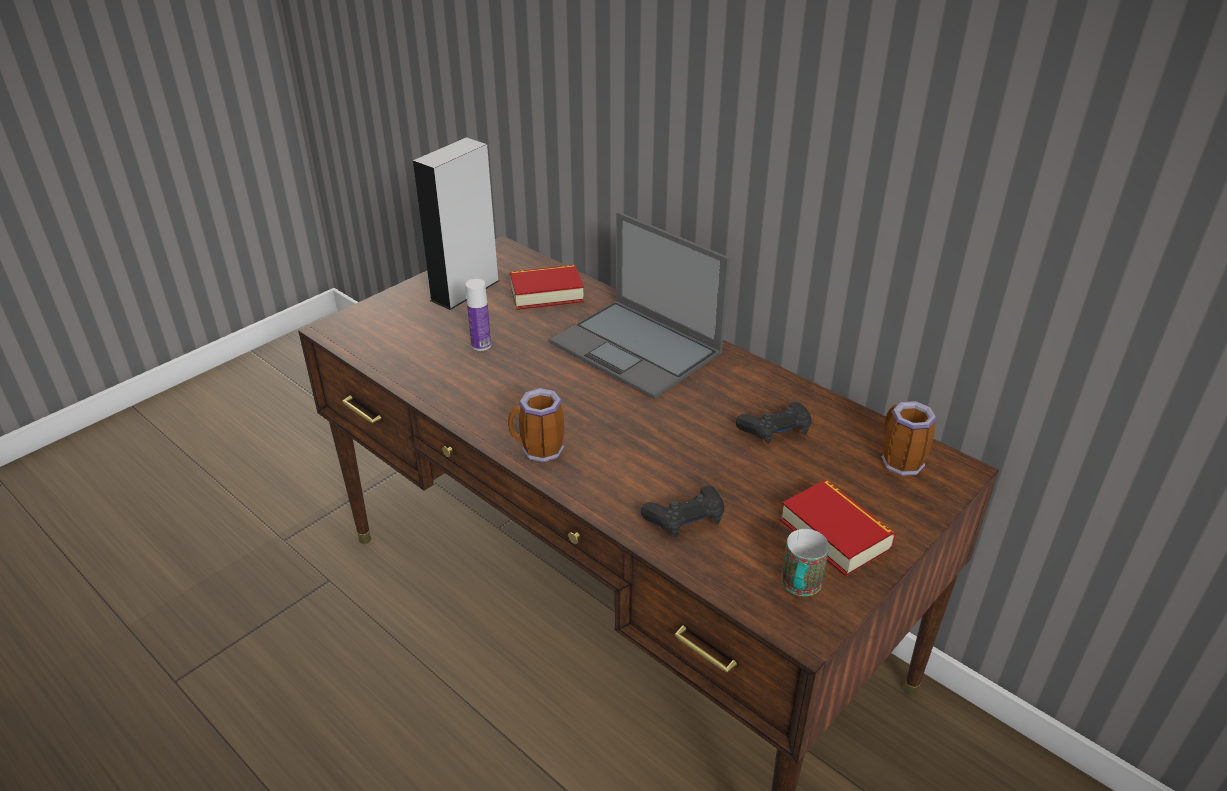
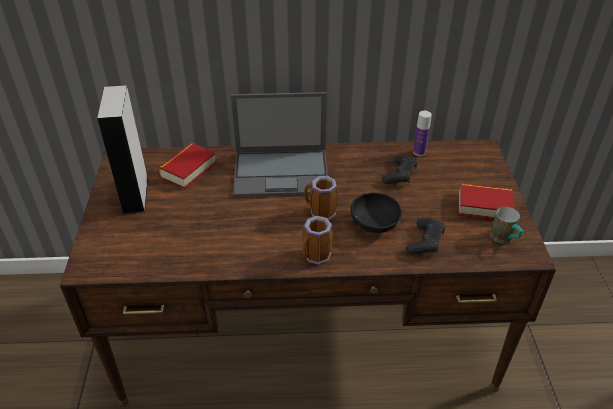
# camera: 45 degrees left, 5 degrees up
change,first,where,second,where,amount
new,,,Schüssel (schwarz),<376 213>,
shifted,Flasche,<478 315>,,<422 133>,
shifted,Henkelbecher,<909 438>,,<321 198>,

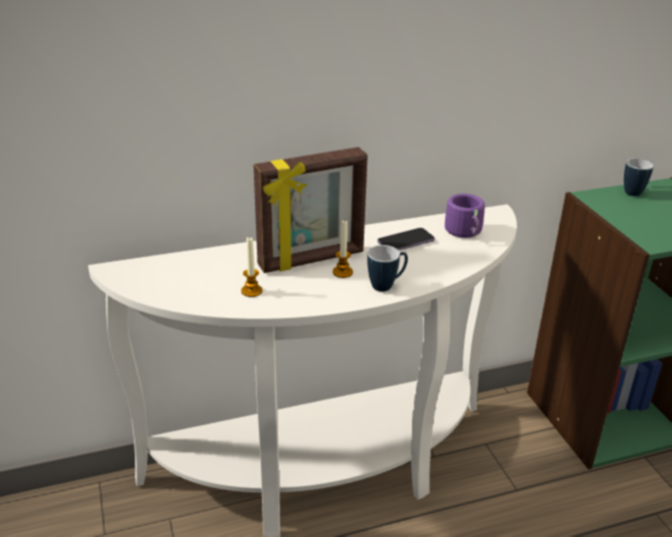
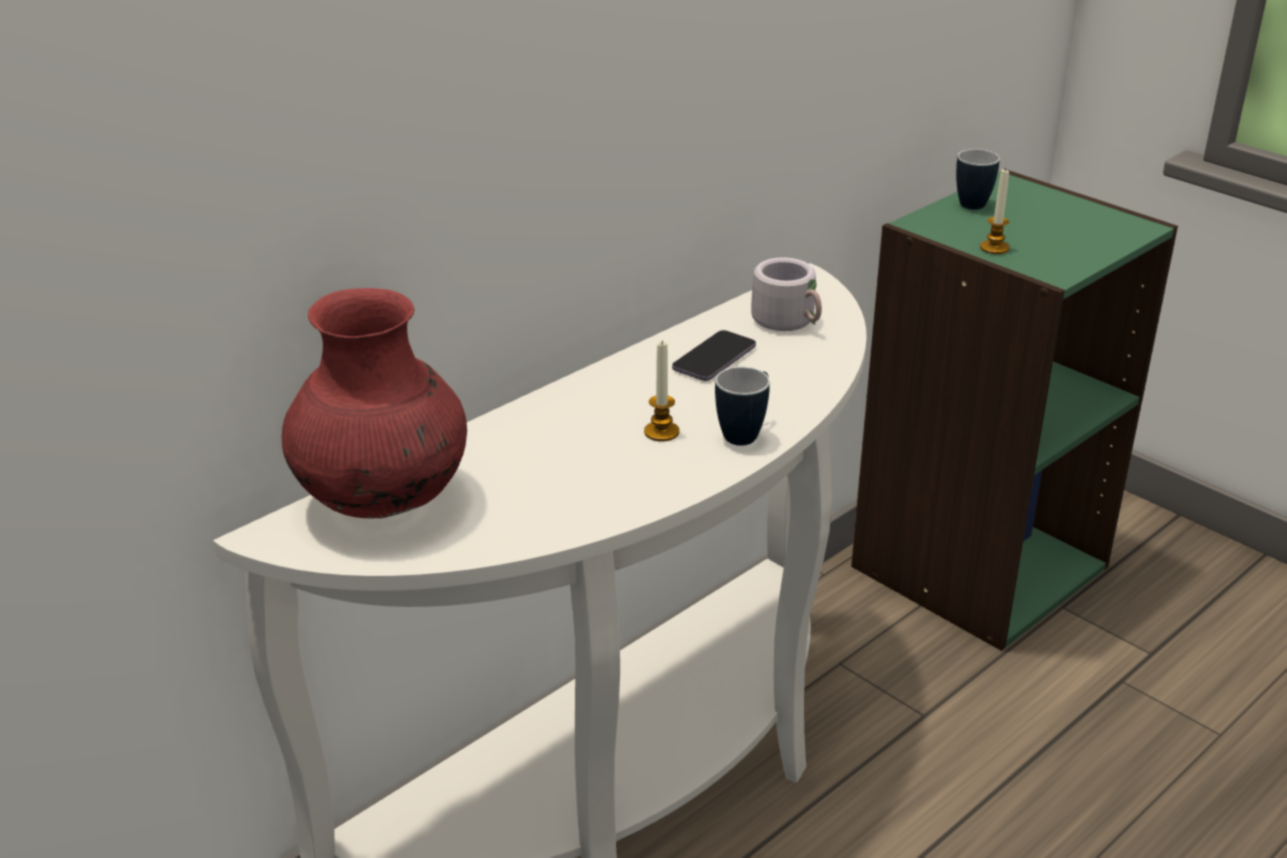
# camera: 25 degrees left, 0 degrees up
change,first,where,second,where,amount
gone,Bilderrahmen,<311 210>,,,
new,,,Vase (rot),<374 403>,
shifted,Kerze,<251 266>,,<994 211>,
repainted,Henkelbecher (lila),<465 216>,Henkelbecher (grau),<786 294>,

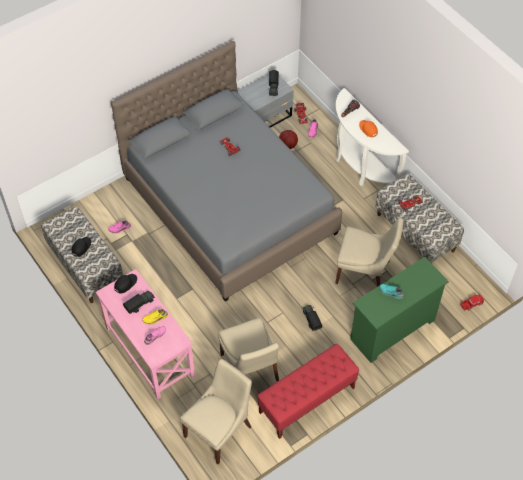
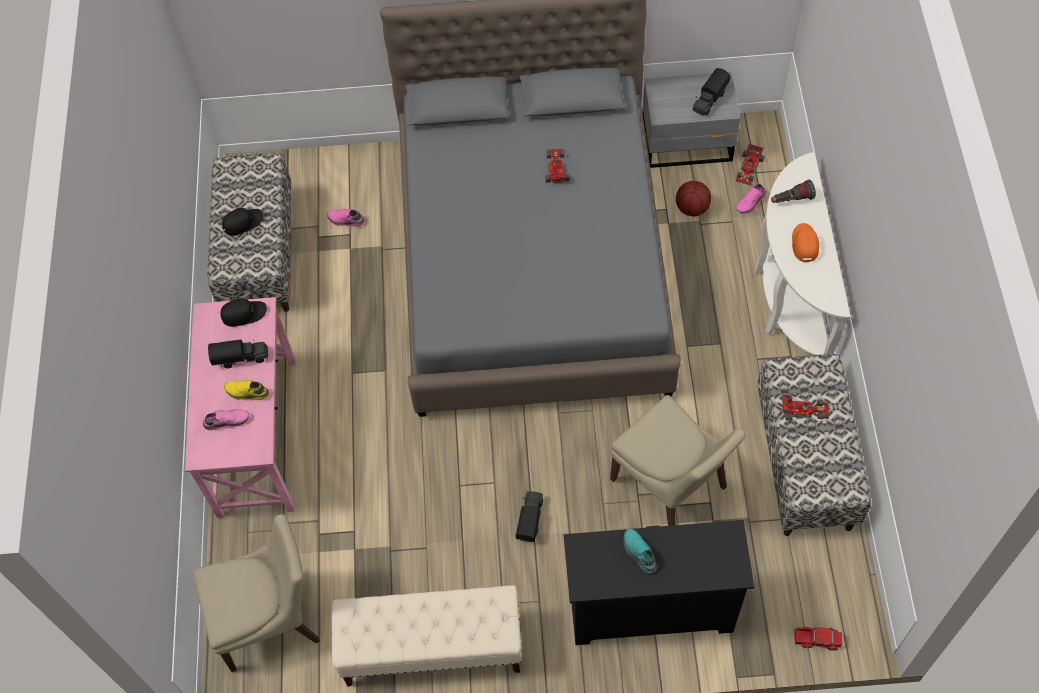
# camera: 35 degrees right, 5 degrees up
change,first,where,second,where,amount
gone,Stuhl (beige),<248 349>,,,
repainted,Bank (rot),<308 391>,Bank (beige),<427 635>,
repainted,Kommode (grün),<399 310>,Kommode (schwarz),<659 582>,

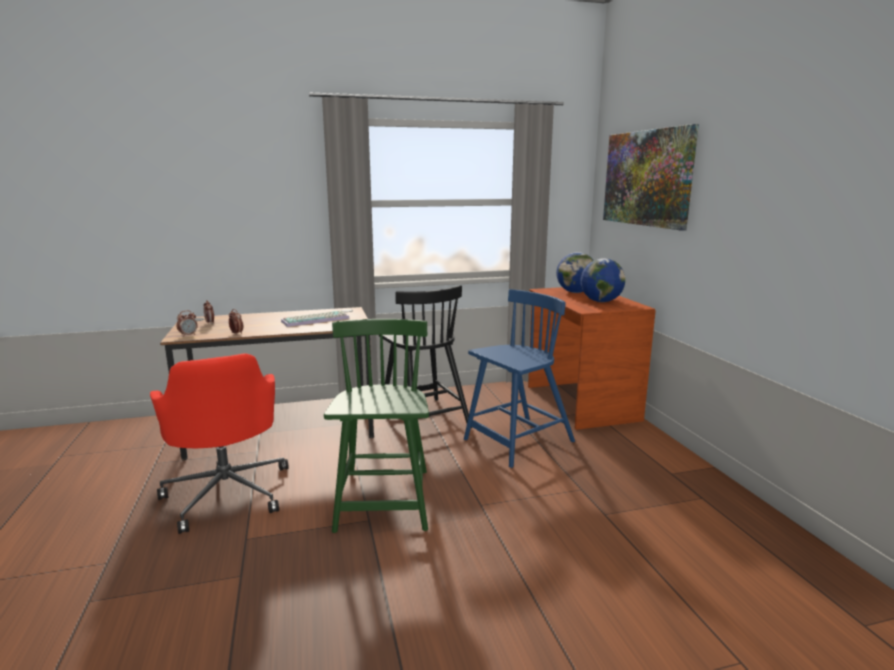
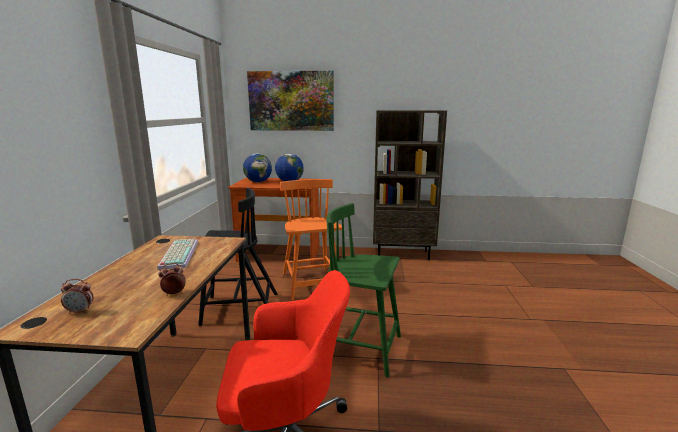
# camera: 70 degrees left, 0 degrees up
change,first,where,second,where,amount
gone,Wecker,<187 323>,,,
new,,,Bücherregal (braun),<410 185>,
repainted,Stuhl (blau),<519 378>,Stuhl (orange),<311 239>,

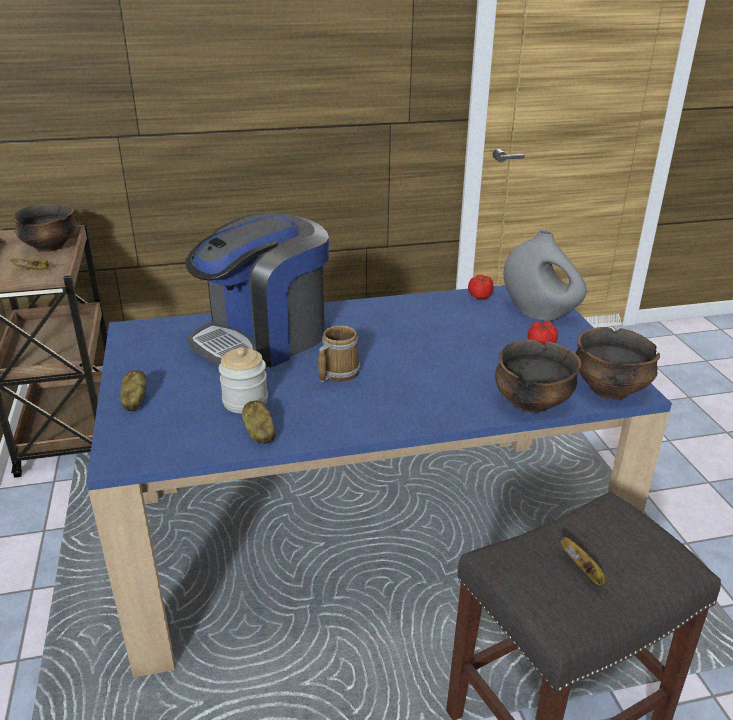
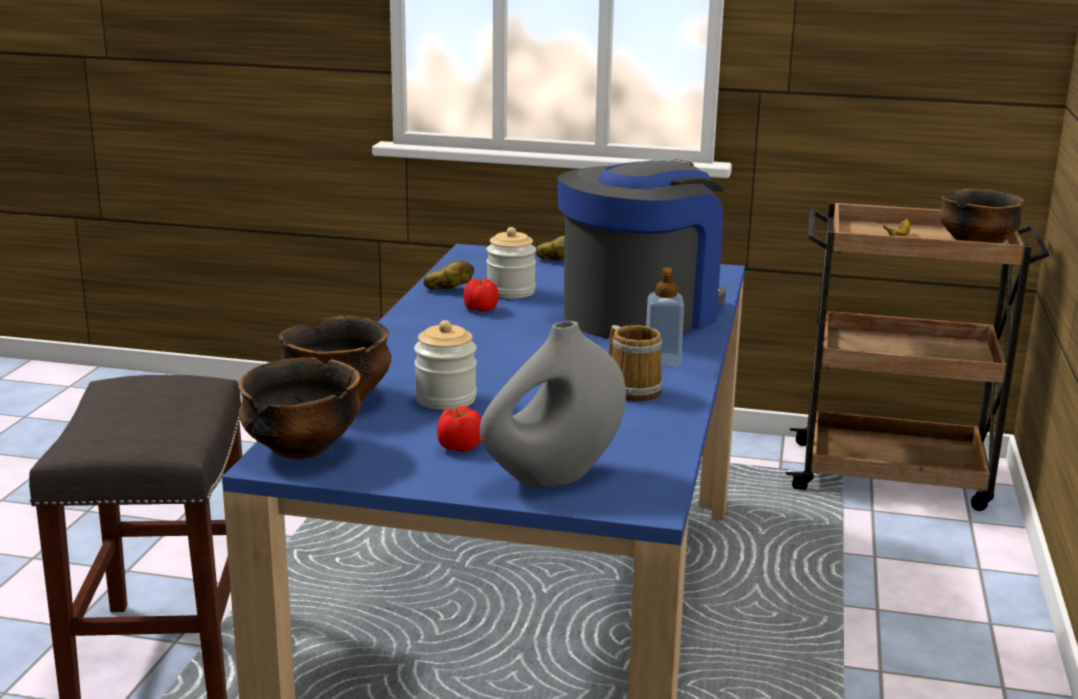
# camera: 115 degrees right, 10 degrees down
change,first,where,second,where,amount
gone,Banane,<583 561>,,,
new,,,Vorratsglas,<445 365>,
new,,,Seifenspender,<665 316>,
shifted,Henkelbecher,<339 354>,,<636 363>,
shifted,Tomate,<480 286>,,<480 295>,
rotated,Kaffeemaschine,<257 290>,,<642 249>,60 degrees clockwise

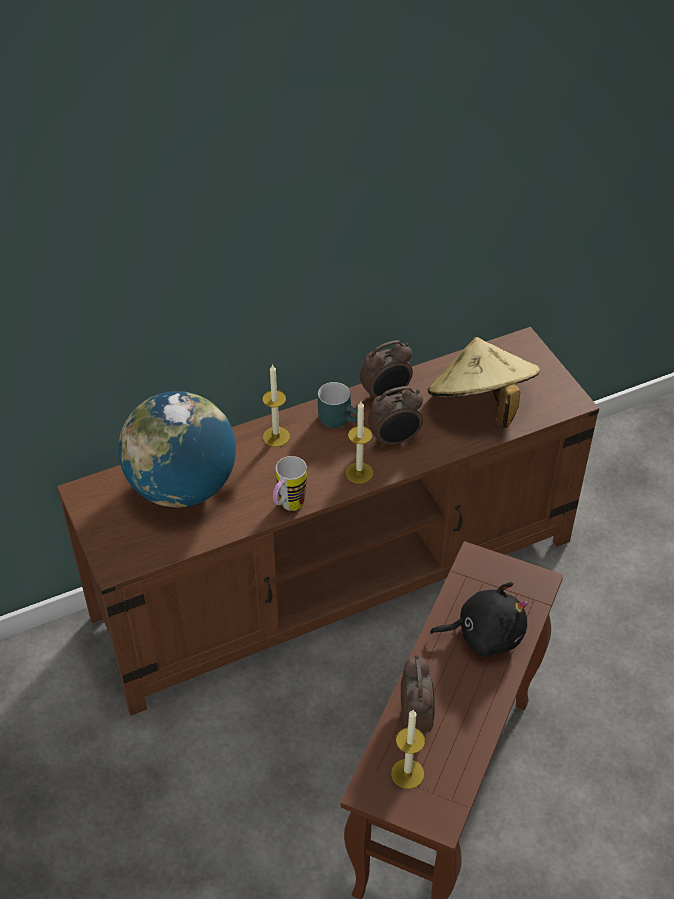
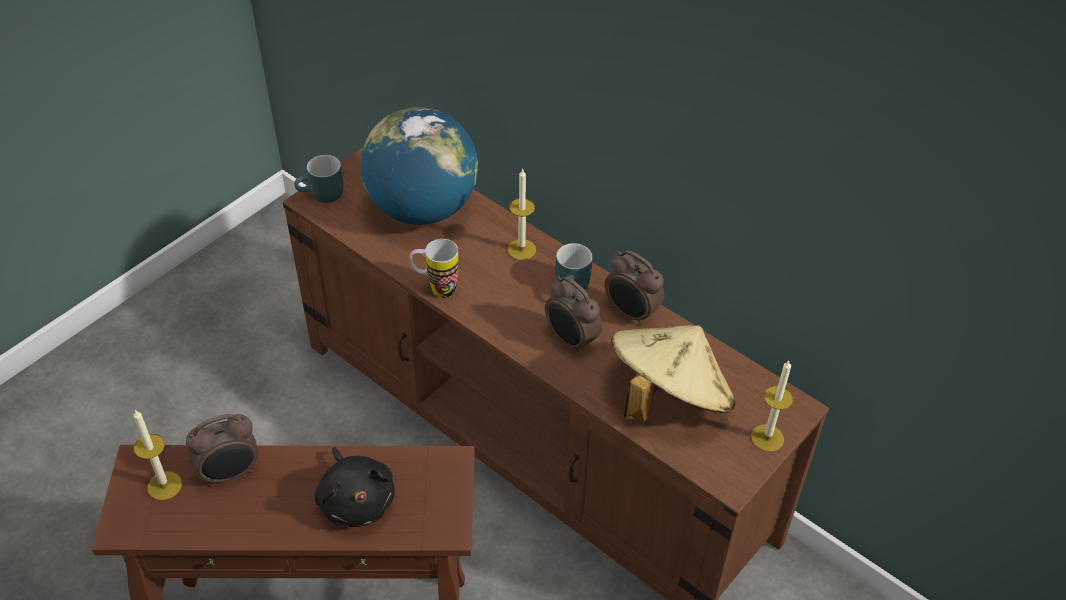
# camera: 65 degrees right, 0 degrees up
change,first,where,second,where,amount
new,,,Henkelbecher (türkis),<319 179>,
shifted,Kerze,<359 442>,,<772 406>,

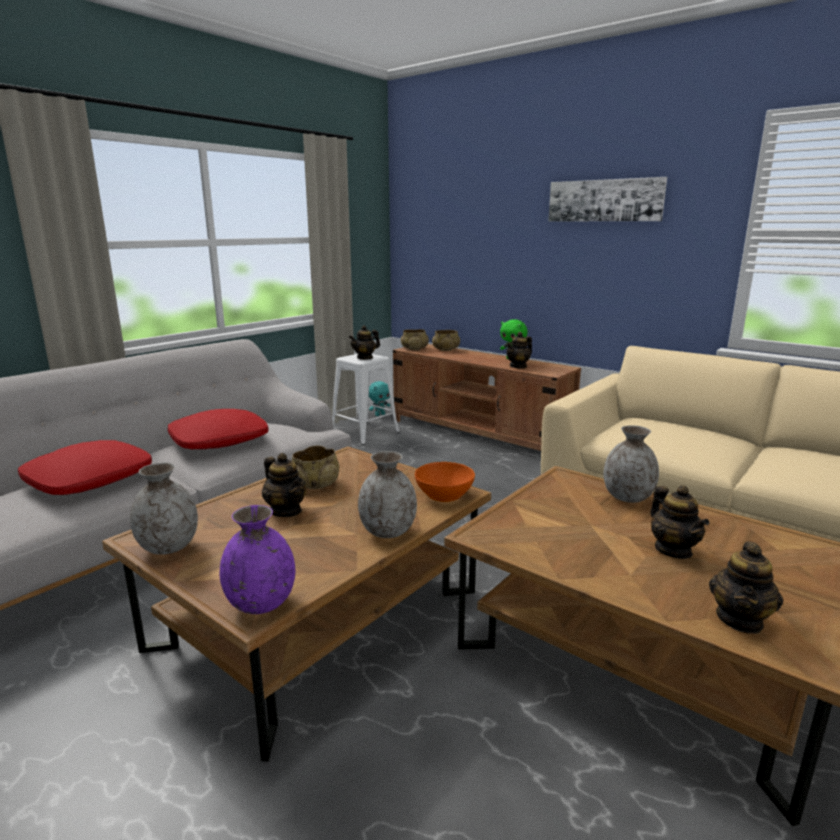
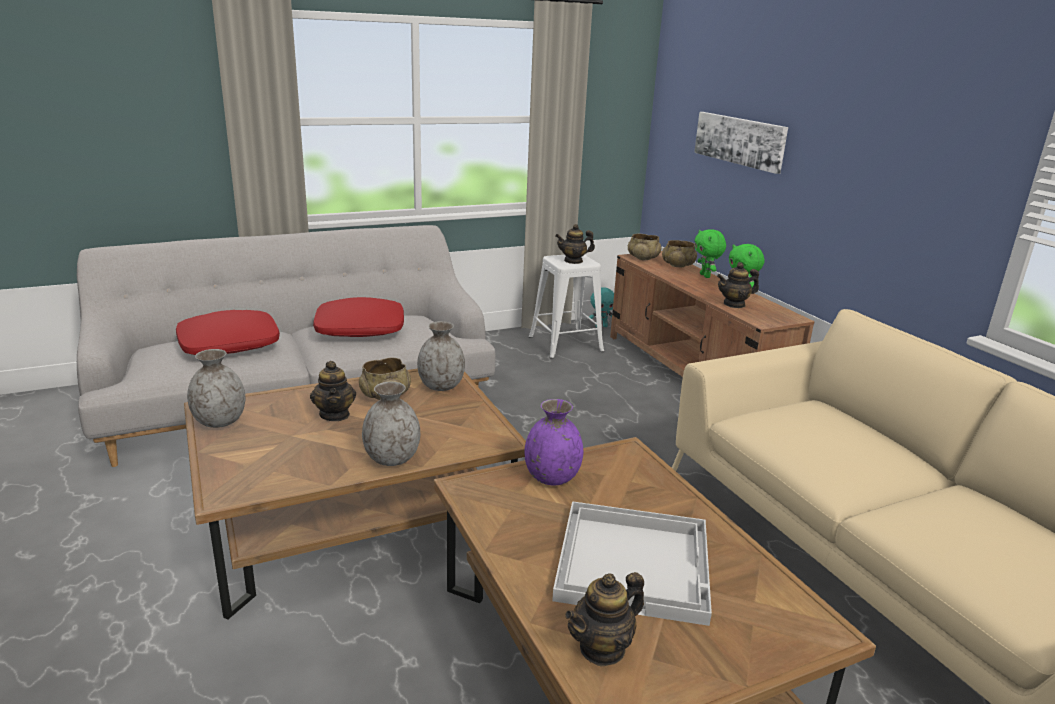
# camera: 25 degrees right, 5 degrees up
change,first,where,second,where,amount
gone,Schüssel (orange),<445 482>,,,
new,,,Plüschtier (grün),<710 253>,
shifted,Vase (lila),<257 559>,,<554 442>,
shifted,Bild,<607 199>,,<741 143>,
shifted,Vase (grau),<631 464>,,<441 356>,
swapped,Teekanne,<680 522>,Tablett (weiß),<632 563>,

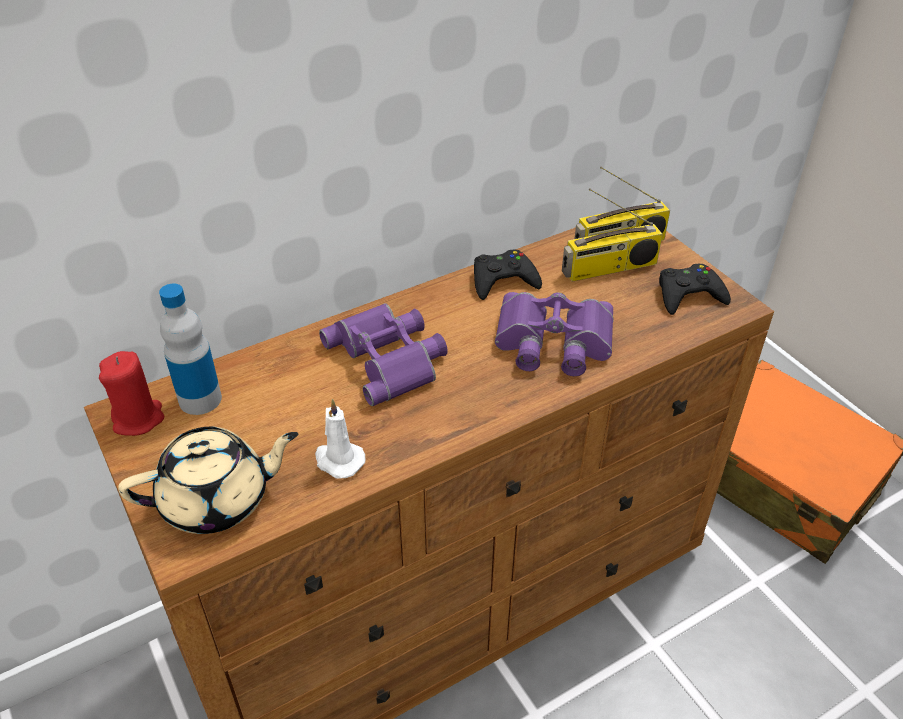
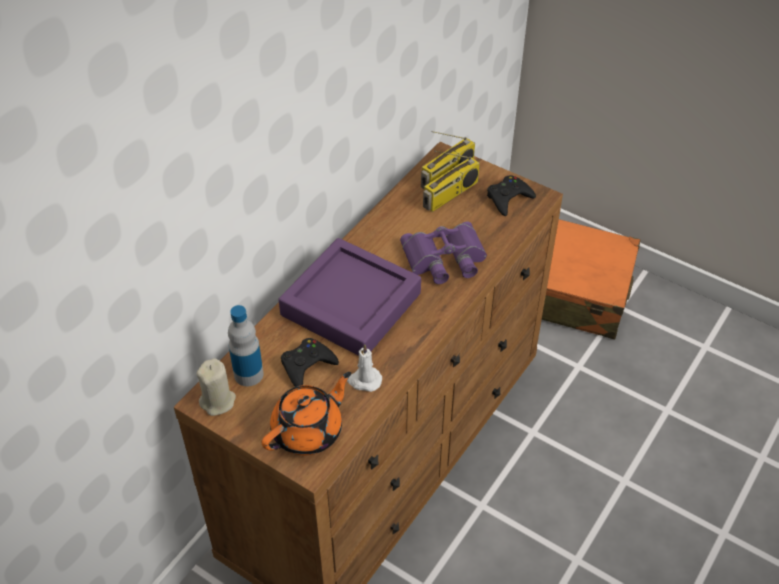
# camera: 25 degrees left, 5 degrees up
change,first,where,second,where,amount
shifted,Gamepad (schwarz),<508 275>,,<310 362>,
swapped,Fernglas (lila),<383 354>,Tablett (lila),<349 297>,
repainted,Kerze (rot),<131 393>,Kerze (beige),<216 387>,
repainted,Teekanne (beige),<208 480>,Teekanne (orange),<306 413>,

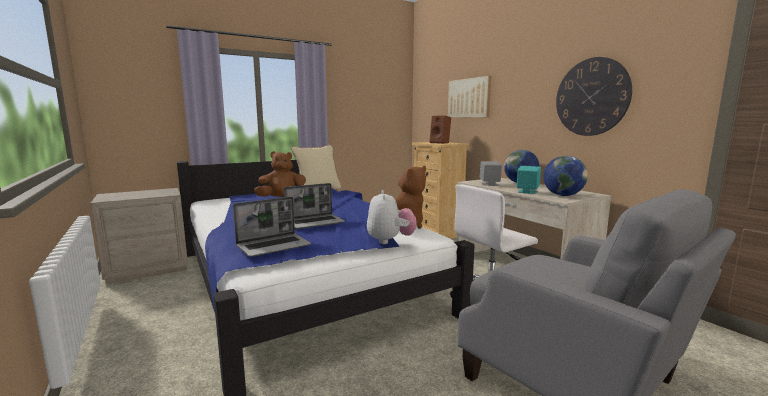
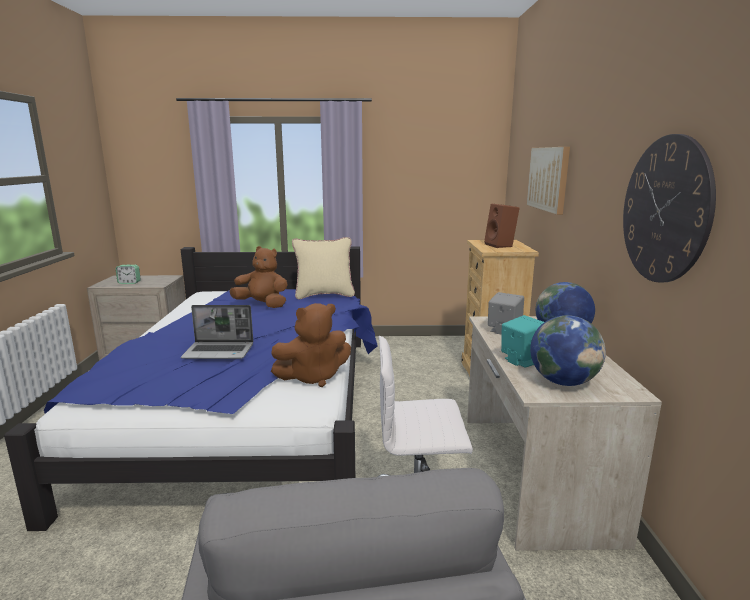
# camera: 30 degrees right, 5 degrees up
change,first,where,second,where,amount
gone,Laptop,<272 227>,,,
gone,Plüschtier,<391 217>,,,
new,,,Wecker,<128 274>,

